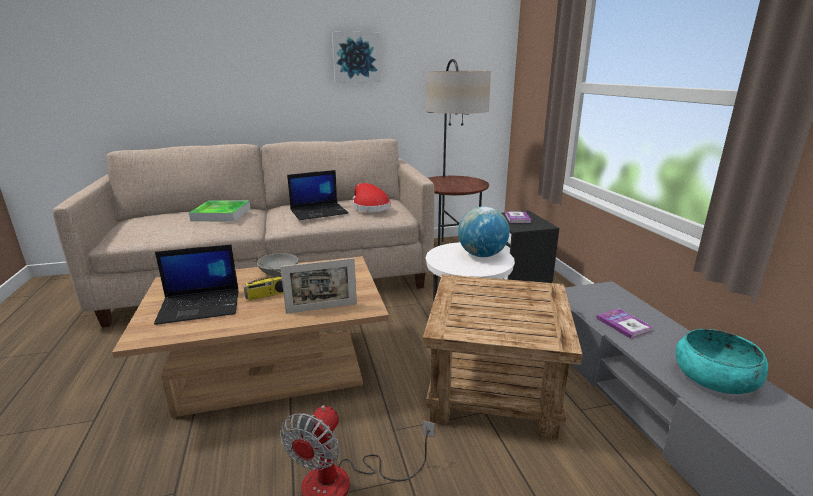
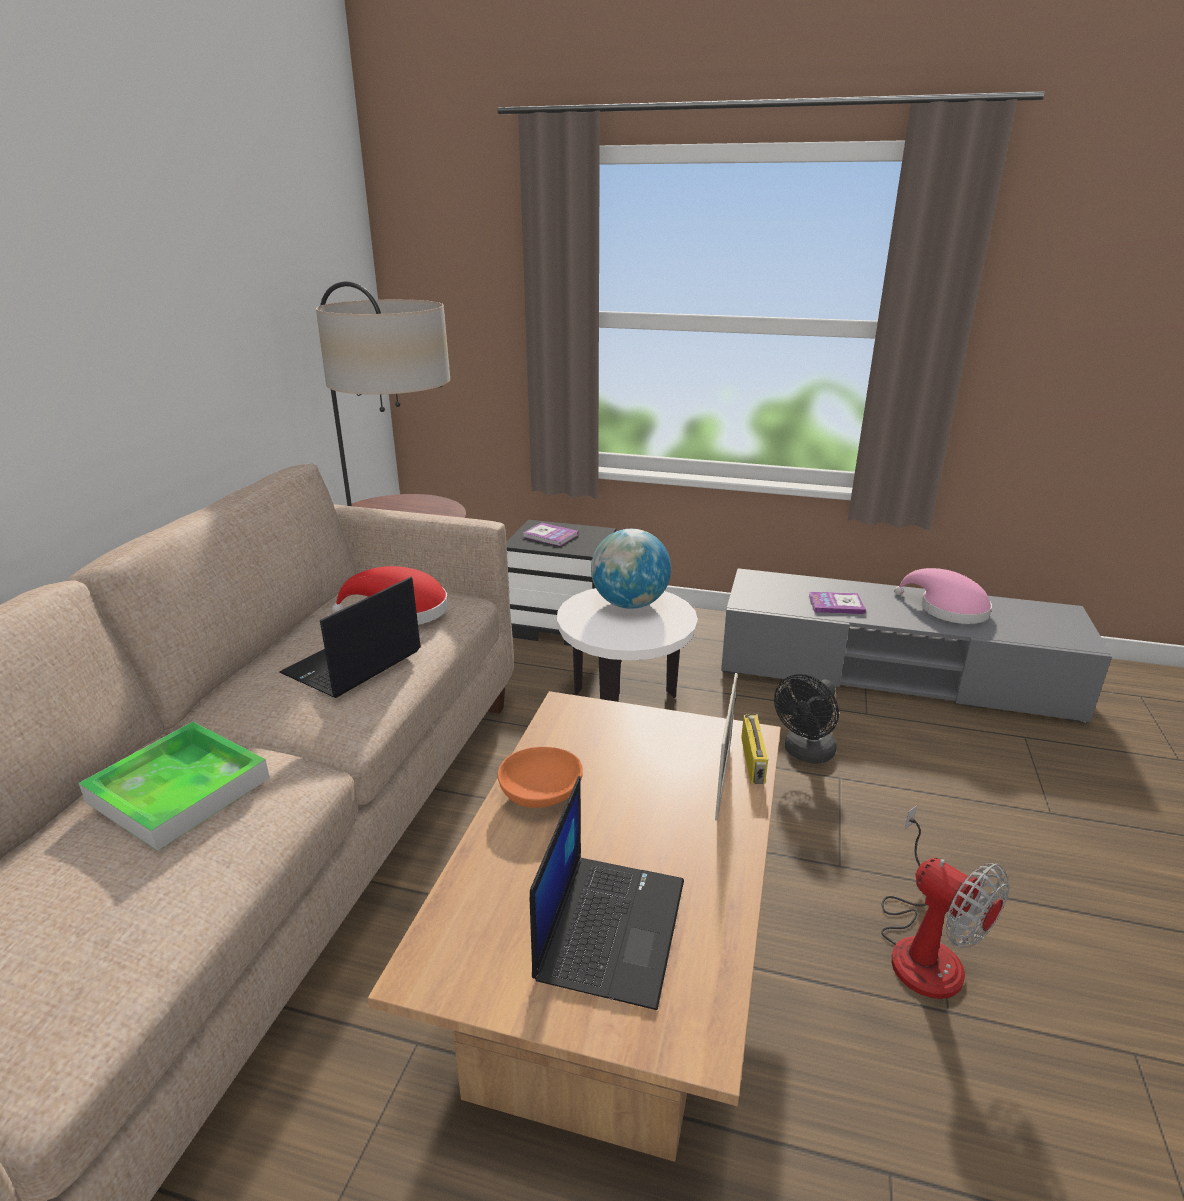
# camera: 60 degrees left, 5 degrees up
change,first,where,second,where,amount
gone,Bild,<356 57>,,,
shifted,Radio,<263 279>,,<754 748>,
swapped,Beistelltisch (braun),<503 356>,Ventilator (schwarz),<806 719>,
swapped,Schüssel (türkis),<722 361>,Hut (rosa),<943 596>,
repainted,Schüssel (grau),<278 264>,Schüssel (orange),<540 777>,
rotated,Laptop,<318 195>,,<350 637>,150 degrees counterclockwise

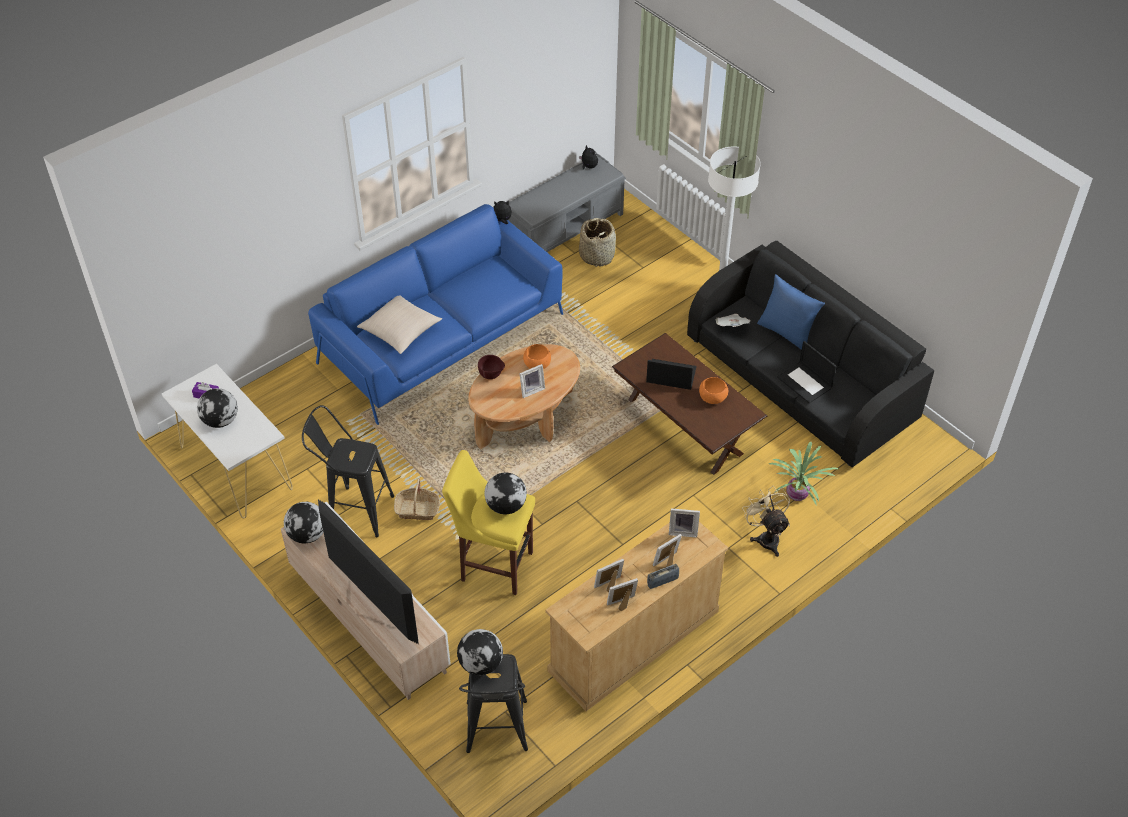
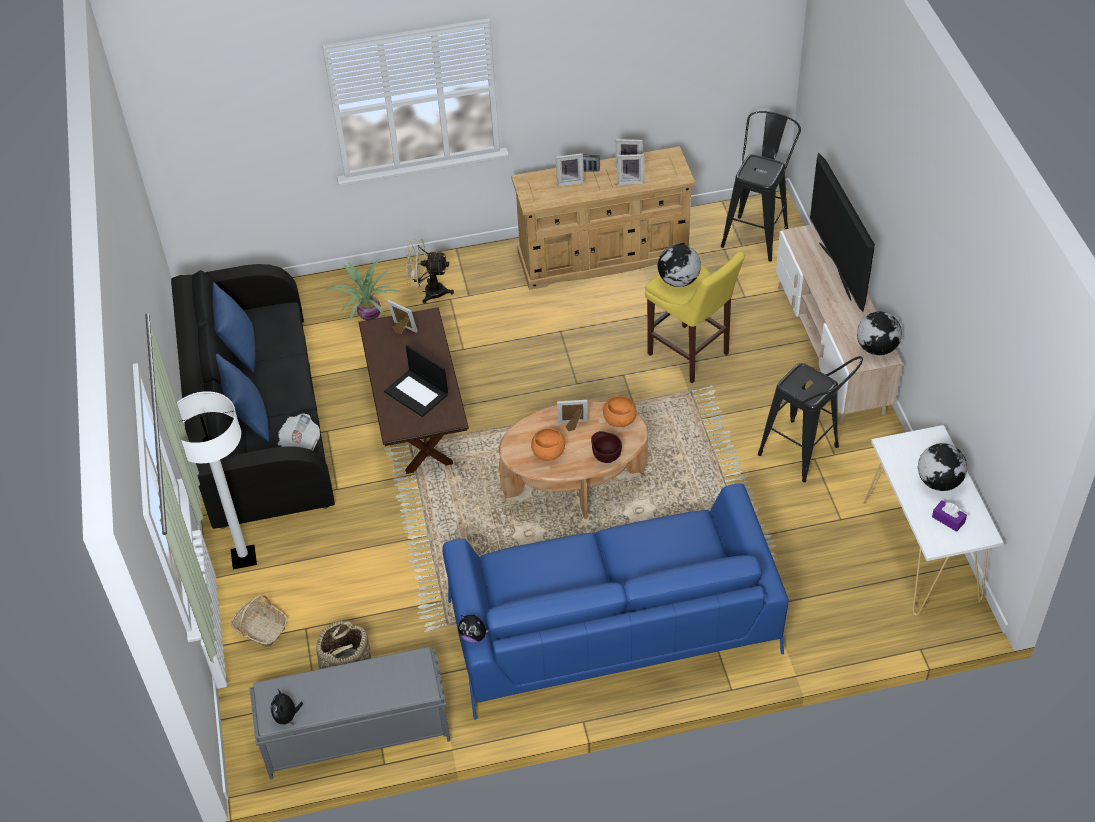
# camera: 150 degrees left, 0 degrees up
change,first,where,second,where,amount
gone,Kissen (beige),<399 325>,,,
gone,Globus,<480 652>,,,
gone,Laptop,<806 372>,,,
new,,,Kissen (blau),<233 327>,
shifted,Korb,<417 499>,,<259 621>,
shifted,Bilderrahmen,<684 523>,,<402 317>,
shifted,Schüssel (orange),<713 390>,,<620 411>,
rotated,Ventilator (beige),<766 521>,,<429 271>,90 degrees clockwise

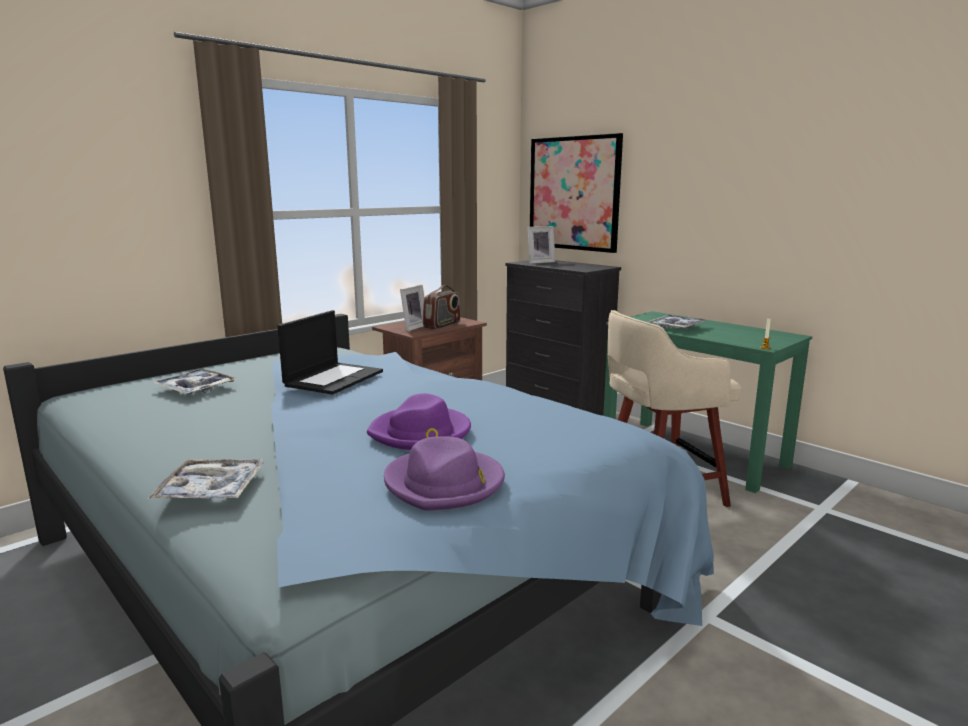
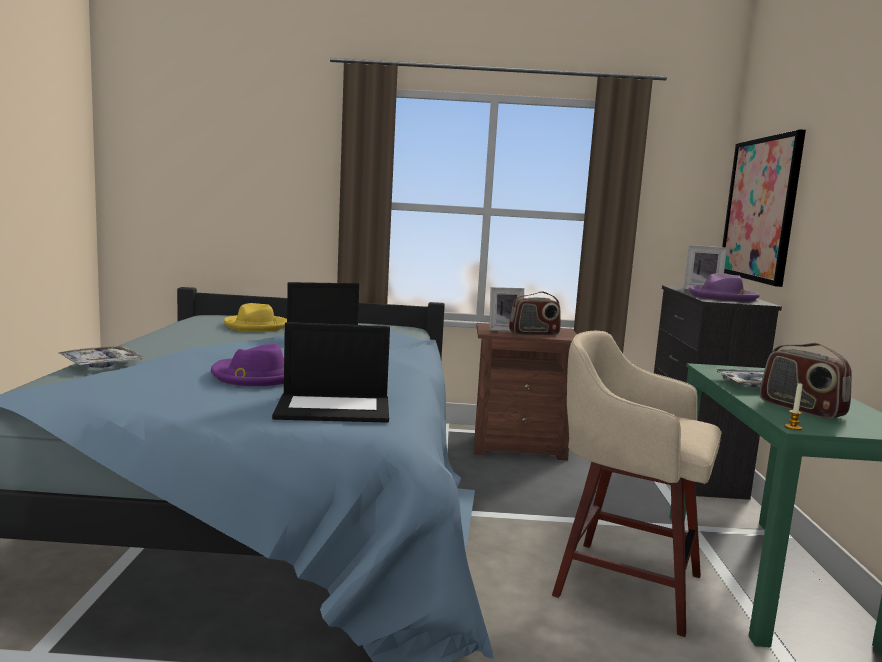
# camera: 45 degrees right, 5 degrees down
change,first,where,second,where,amount
new,,,Laptop,<331 372>,
new,,,Radio,<806 381>,
shifted,Hut (lila),<444 473>,,<724 287>,
swapped,Tablett,<195 381>,Hut (gelb),<255 317>,

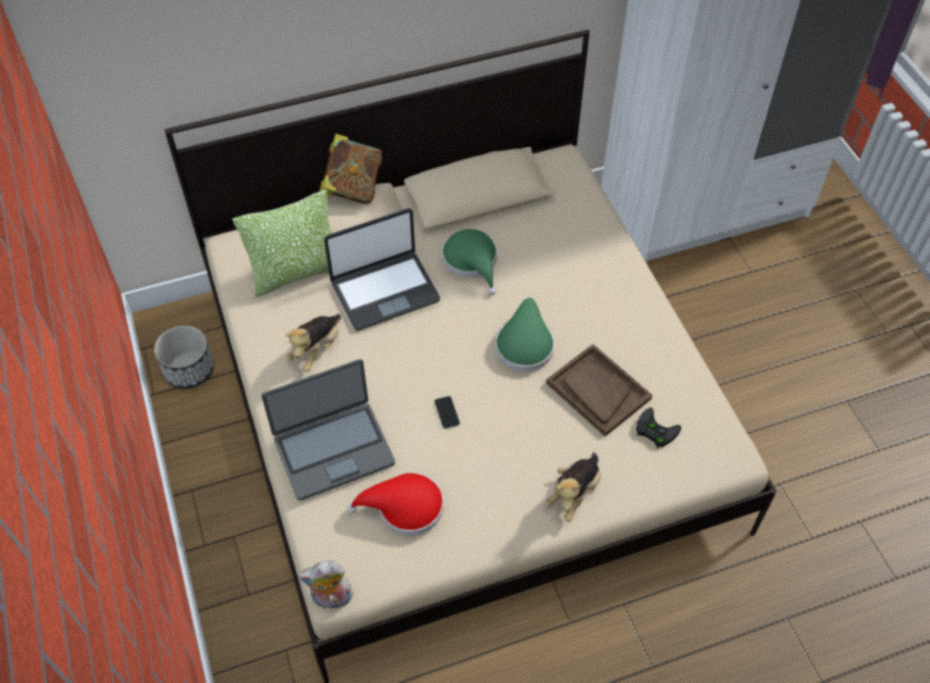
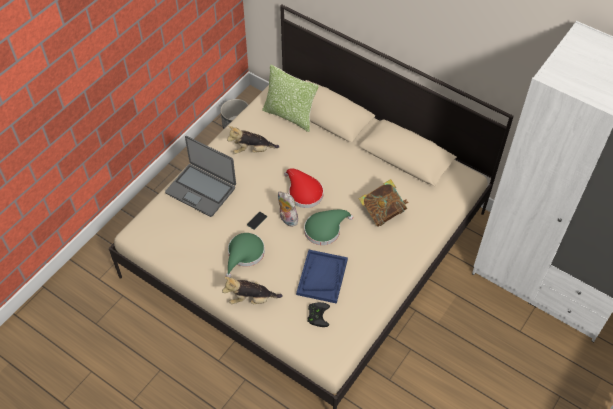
# camera: 55 degrees right, 0 degrees up
change,first,where,second,where,amount
gone,Laptop,<382 269>,,,
shifted,Plüschtier,<325 585>,,<288 209>,
shifted,Buch,<350 169>,,<384 203>,
shifted,Hut (rot),<395 504>,,<304 188>,
shifted,Hut (grün),<469 262>,,<245 255>,
repainted,Tablett (braun),<599 390>,Tablett (blau),<322 277>,

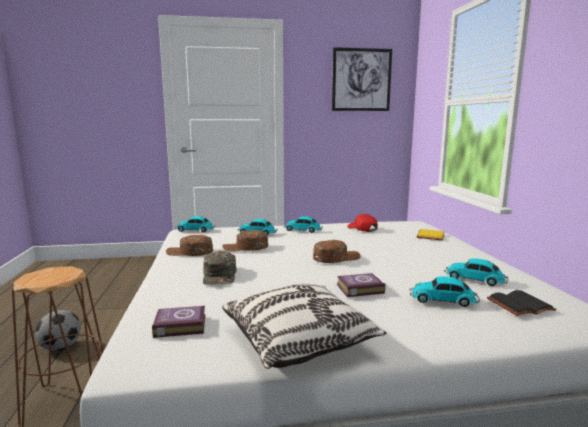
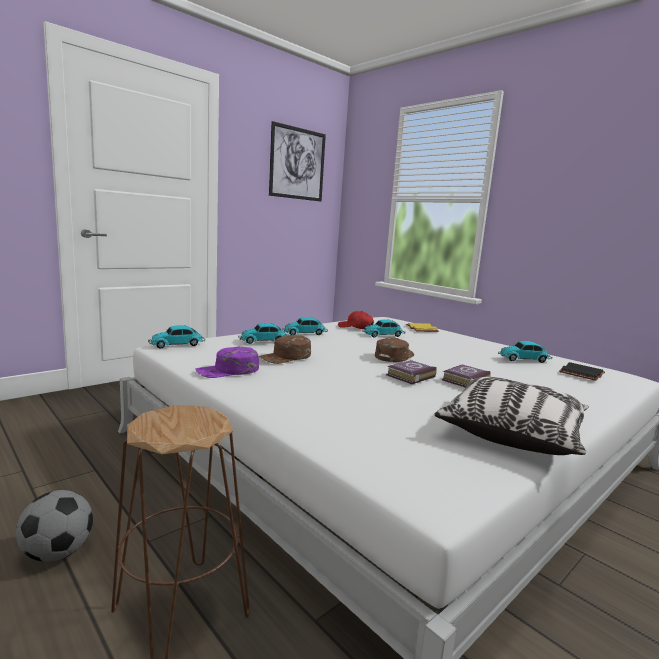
# camera: 35 degrees left, 0 degrees up
change,first,where,second,where,amount
gone,Kappe (grün),<220 268>,,,
shifted,Buch,<179 322>,,<411 372>,
shifted,Spielzeugauto,<445 291>,,<384 328>,
repainted,Kappe (braun),<189 245>,Kappe (lila),<227 362>,

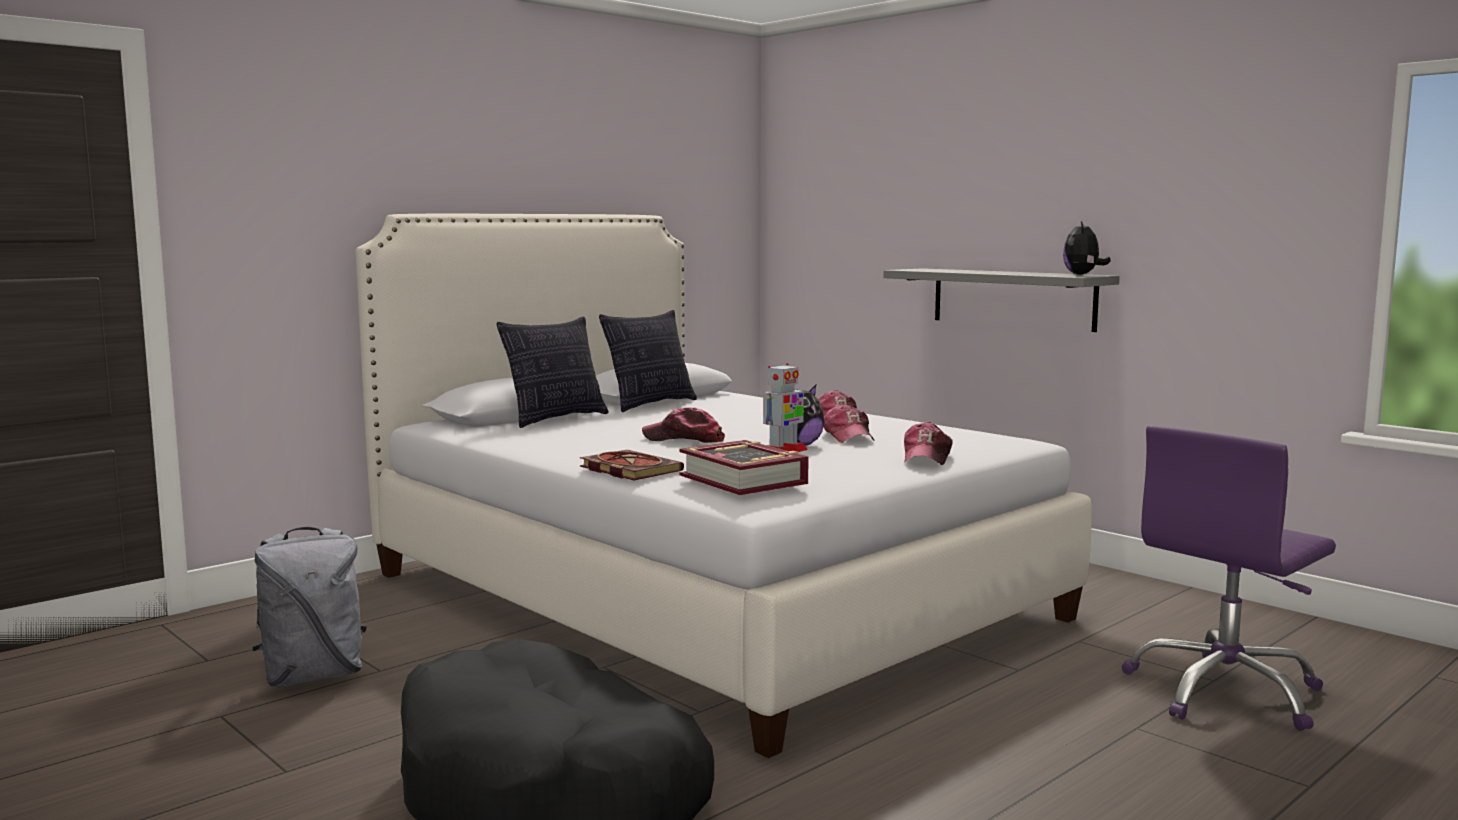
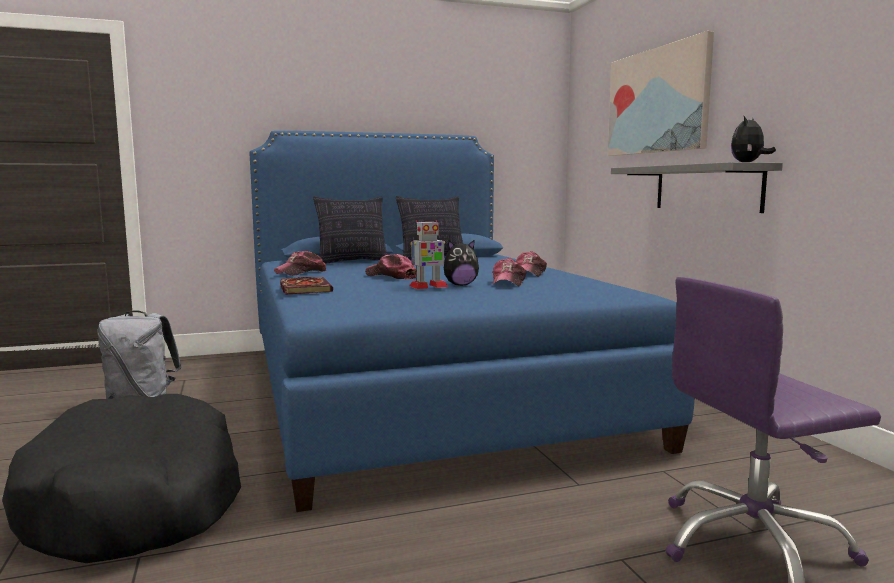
# camera: 25 degrees right, 0 degrees up
change,first,where,second,where,amount
gone,Buch,<744 467>,,,
new,,,Bild,<661 93>,
shifted,Kappe,<928 443>,,<300 263>,
repainted,Bett (weiß),<723 486>,Bett (blau),<472 321>,

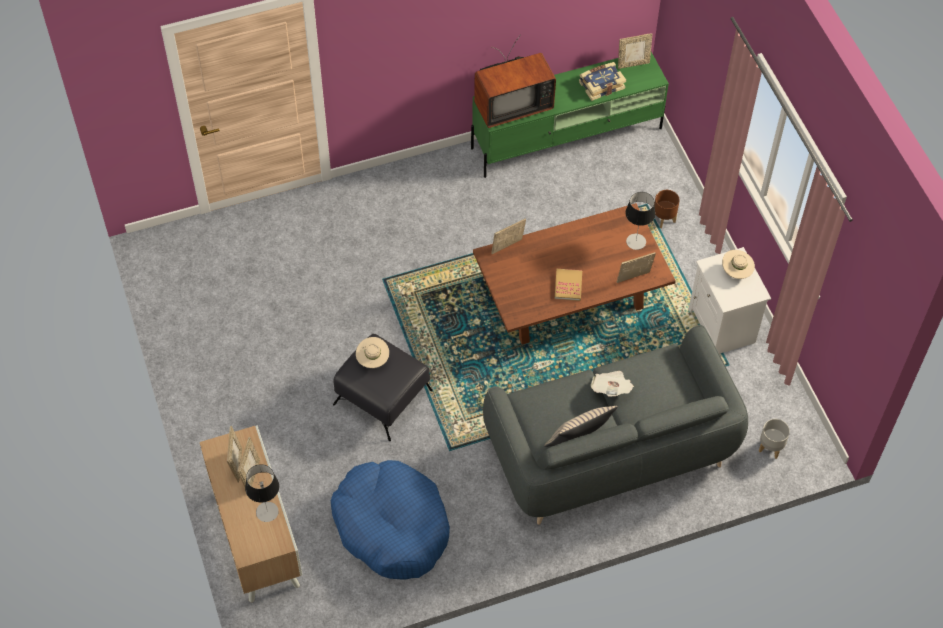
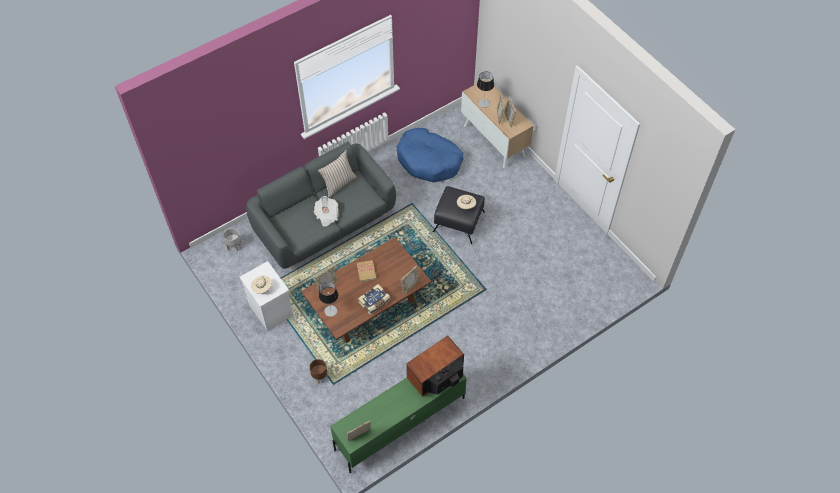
# camera: 165 degrees right, 0 degrees up
change,first,where,second,where,amount
shifted,Buch,<602 81>,,<374 299>,

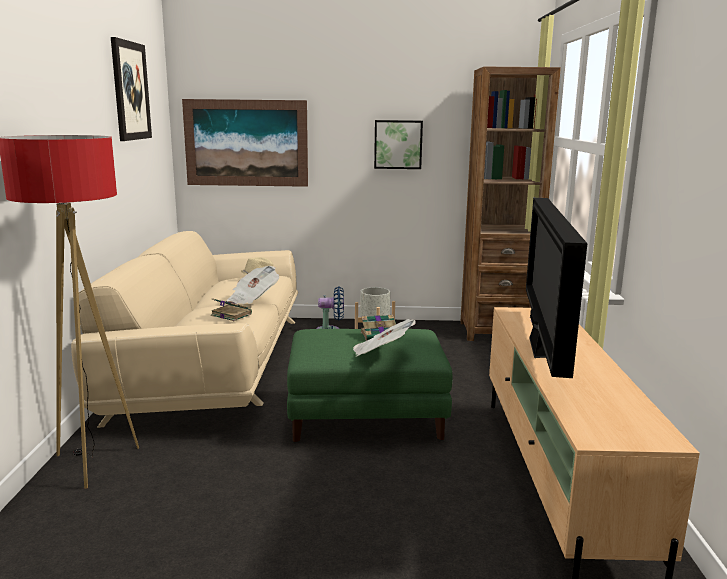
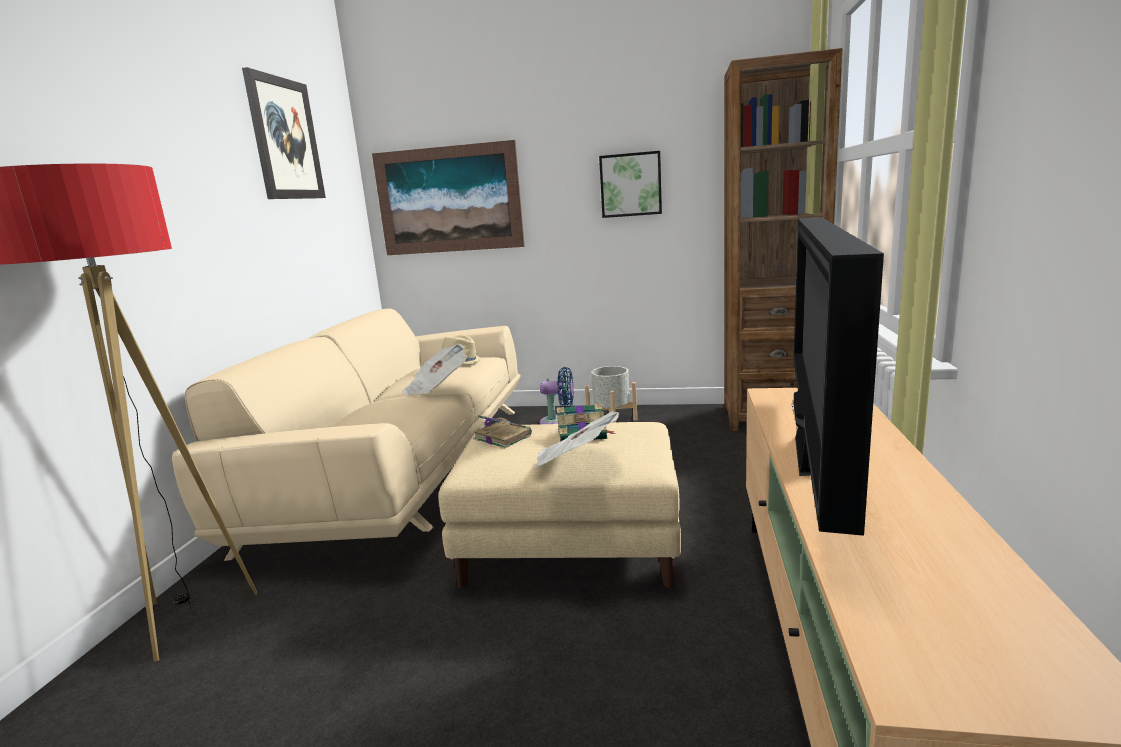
# camera: 10 degrees right, 0 degrees up
change,first,where,second,where,amount
shifted,Buch,<231 309>,,<502 431>,
repainted,Polsterhocker (grün),<369 385>,Polsterhocker (beige),<559 505>,

